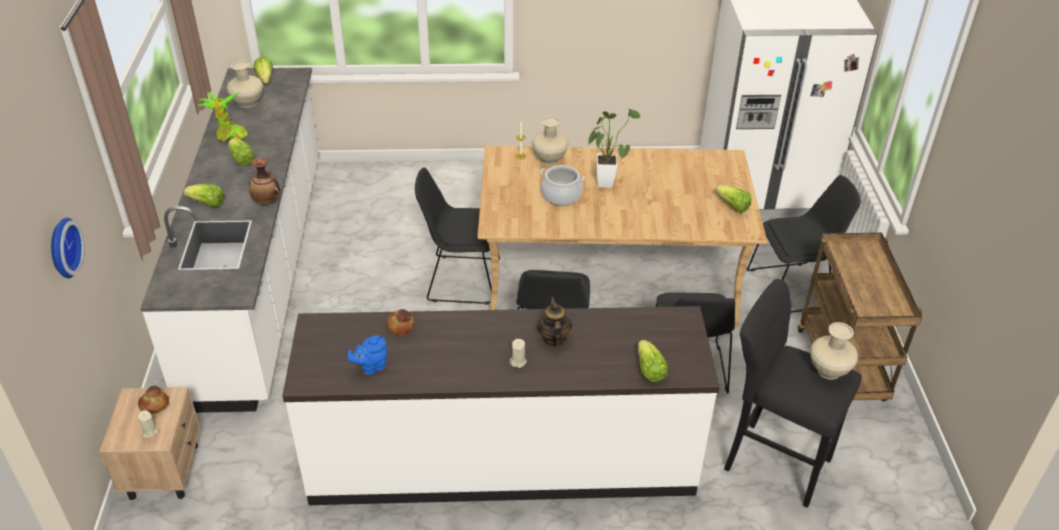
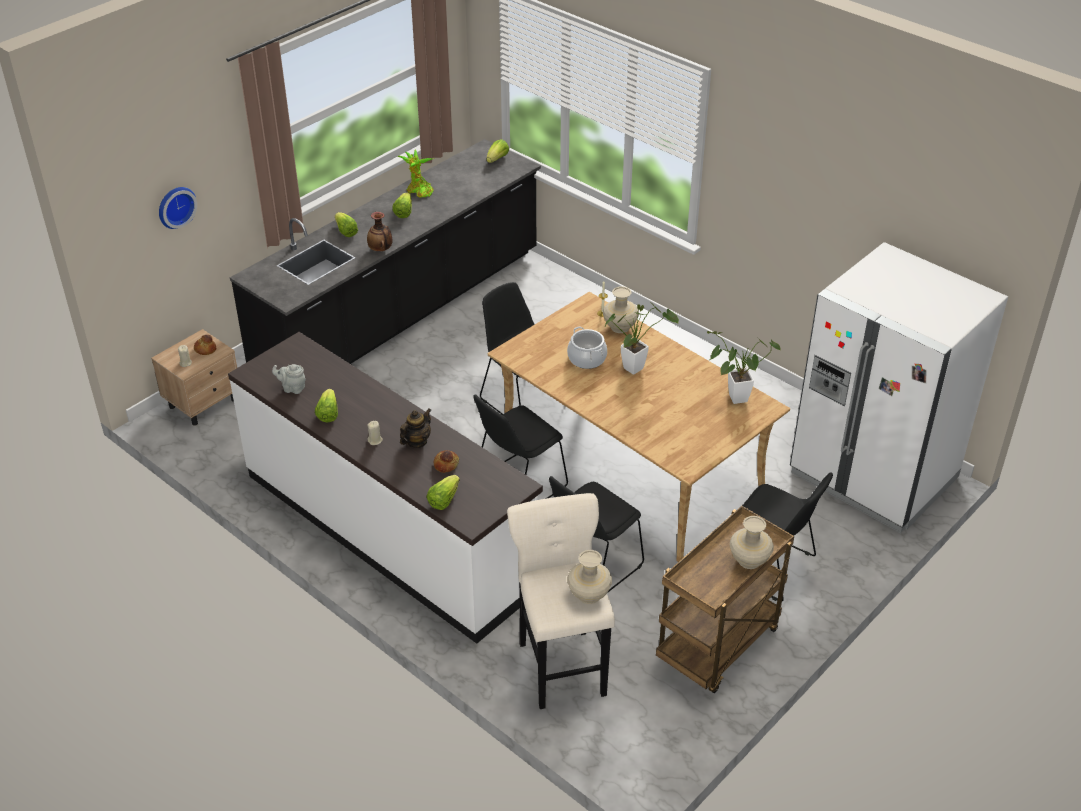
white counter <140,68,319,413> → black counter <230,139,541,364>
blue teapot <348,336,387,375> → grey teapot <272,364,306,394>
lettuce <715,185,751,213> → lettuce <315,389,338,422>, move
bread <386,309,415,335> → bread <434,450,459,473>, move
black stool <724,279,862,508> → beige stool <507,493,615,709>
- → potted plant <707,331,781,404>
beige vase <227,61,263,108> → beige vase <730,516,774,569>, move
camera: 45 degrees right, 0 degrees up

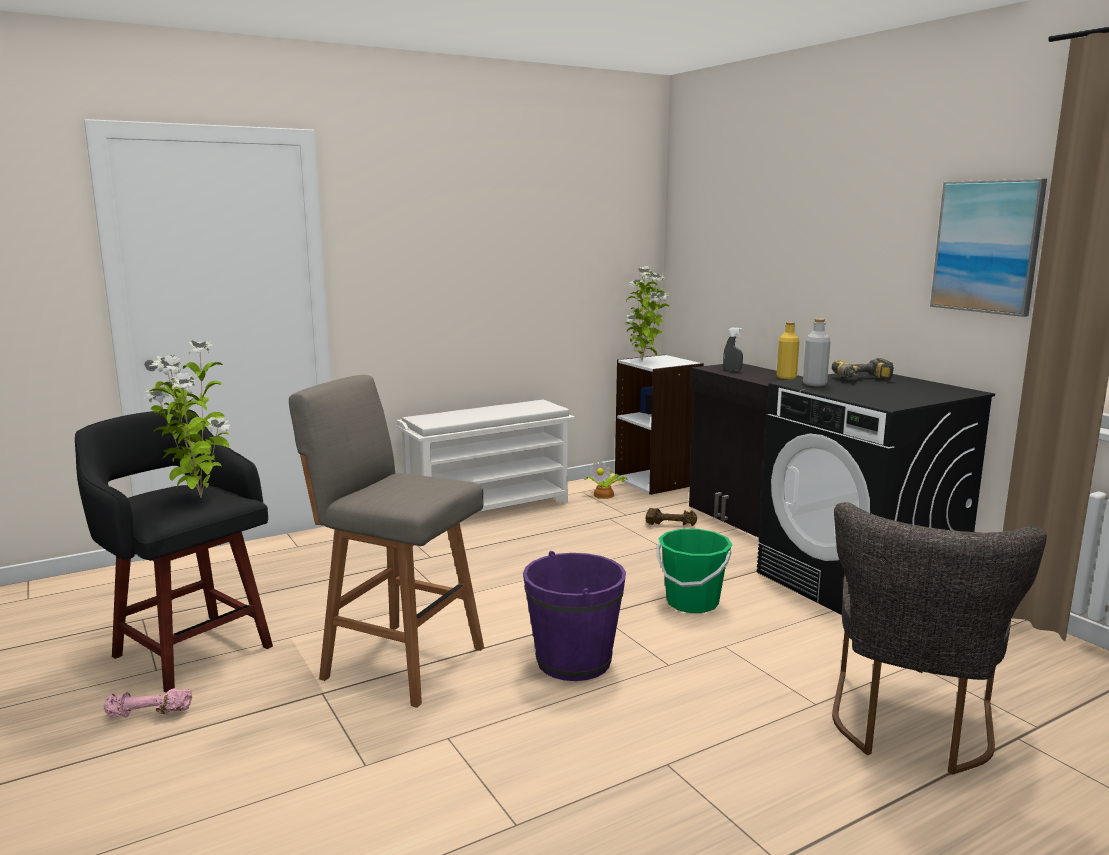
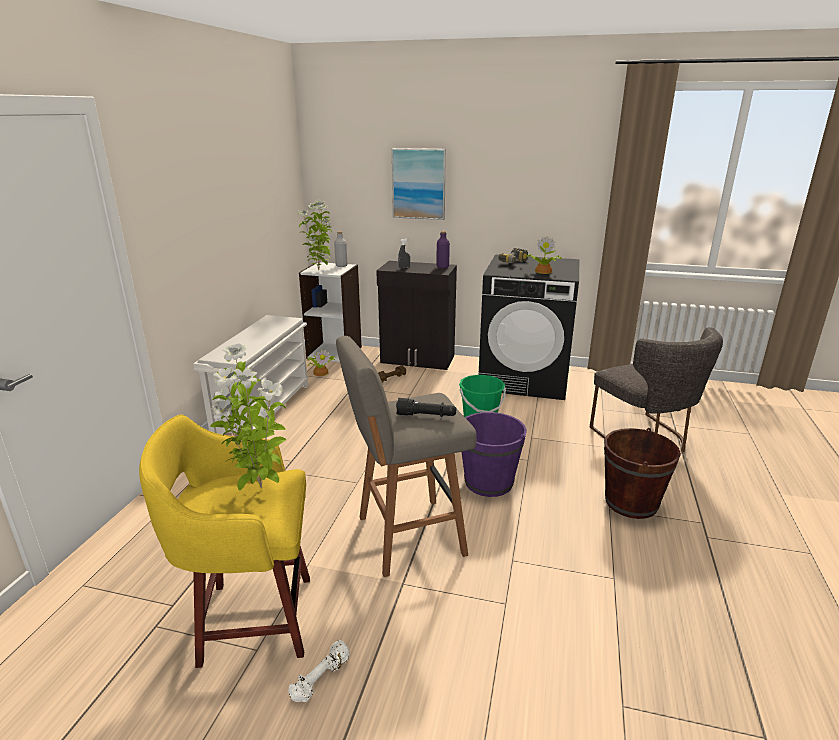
black stool <75,409,273,693> → yellow stool <139,415,310,668>
pink dumbbell <104,688,192,718> → white dumbbell <288,640,350,702>
grey bottle <803,318,831,386> → grey bottle <334,231,347,267>, move
picture <930,179,1047,317> → picture <392,148,446,220>, move
- → black flashlight <396,398,456,417>
yellow bottle <777,322,799,379> → purple bottle <436,231,450,268>
- → potted plant <526,236,562,274>
- → brown bucket <604,428,681,519>
camera: 45 degrees left, 10 degrees up

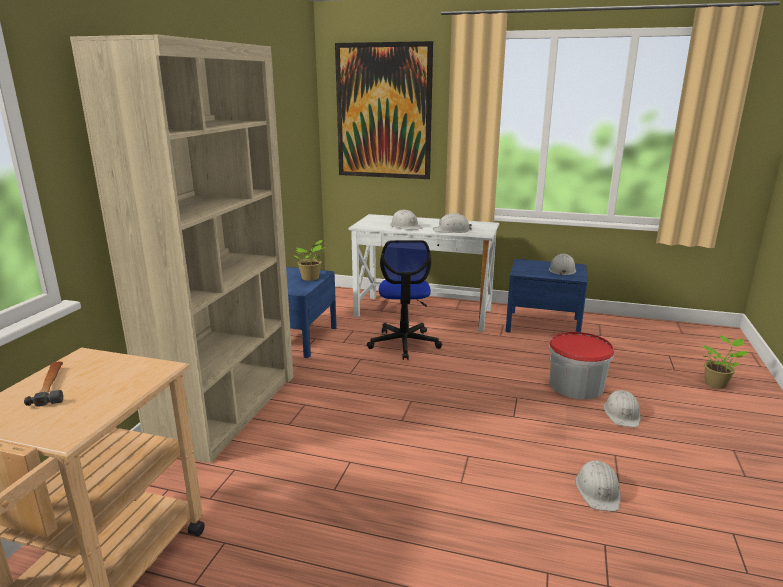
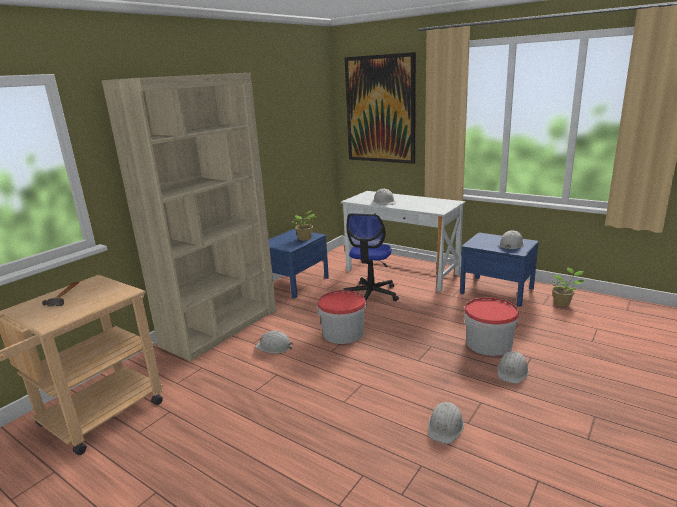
white hard hat <433,213,472,233> → white hard hat <255,331,293,354>, move
- → bucket <317,290,366,344>
potted plant <701,335,748,389> → potted plant <551,268,584,307>, move
camera: 20 degrees right, 0 degrees up

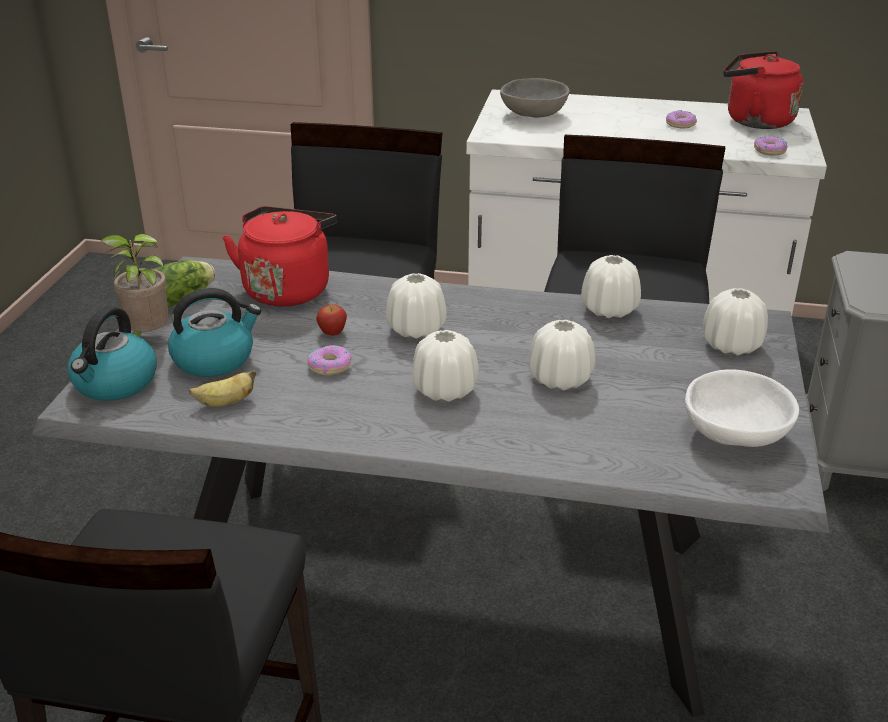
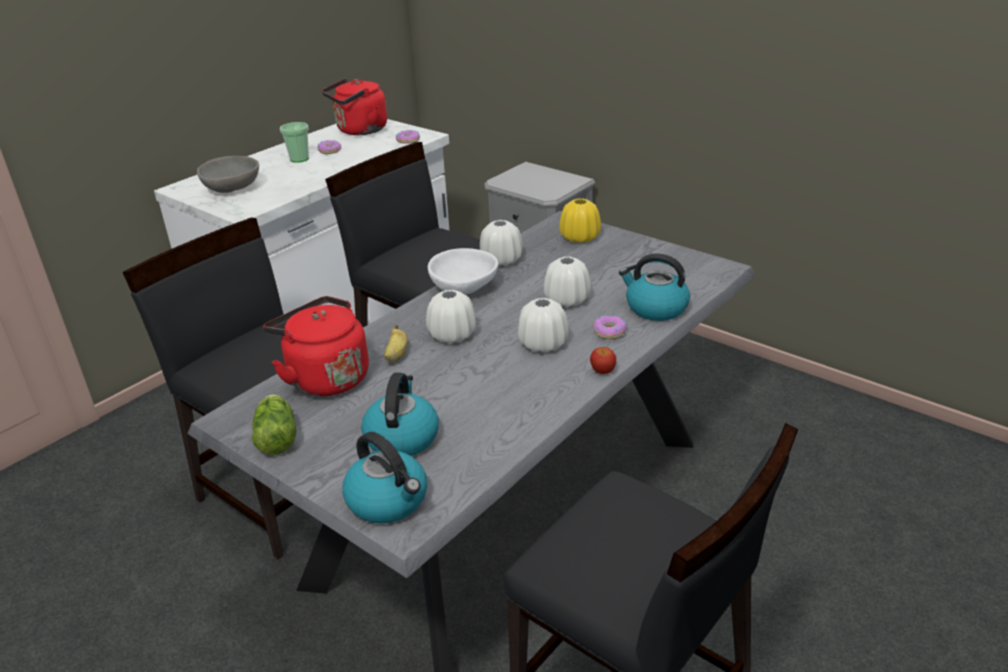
- → cup <280,122,309,163>
banana <189,370,256,407> → banana <384,325,408,362>, move
white bowl <685,369,799,447> → white bowl <428,248,498,295>, move
white vase <703,288,768,356> → yellow vase <559,198,601,243>
apple <316,304,347,336> → apple <590,347,616,374>, move
donut <307,345,352,376> → donut <594,315,627,339>, move
- → kettle <619,253,690,321>
potted plant <101,234,169,337> → -
camera: 60 degrees left, 0 degrees up

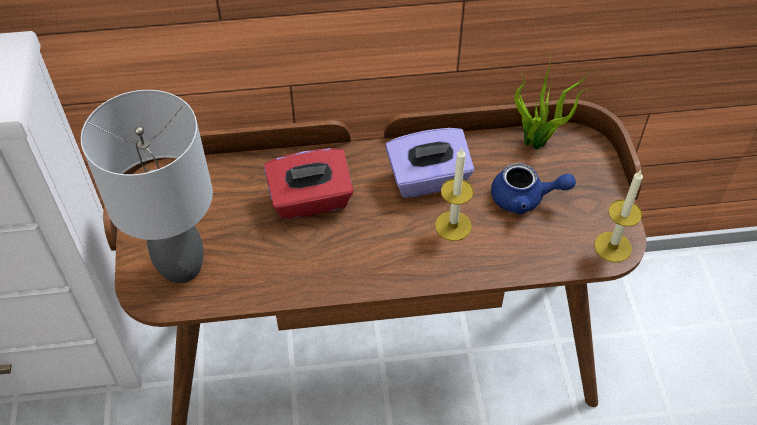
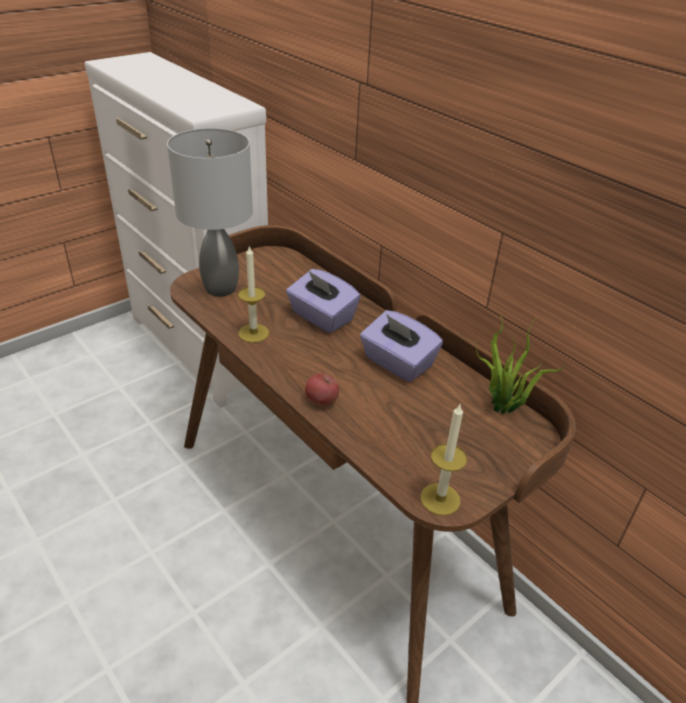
candle <435,148,474,241> → candle <238,246,269,343>, move
red tissue box <264,148,354,220> → purple tissue box <286,269,361,333>
- → apple <305,373,339,406>
blue teapot <491,163,576,214> → -
camera: 55 degrees right, 15 degrees down

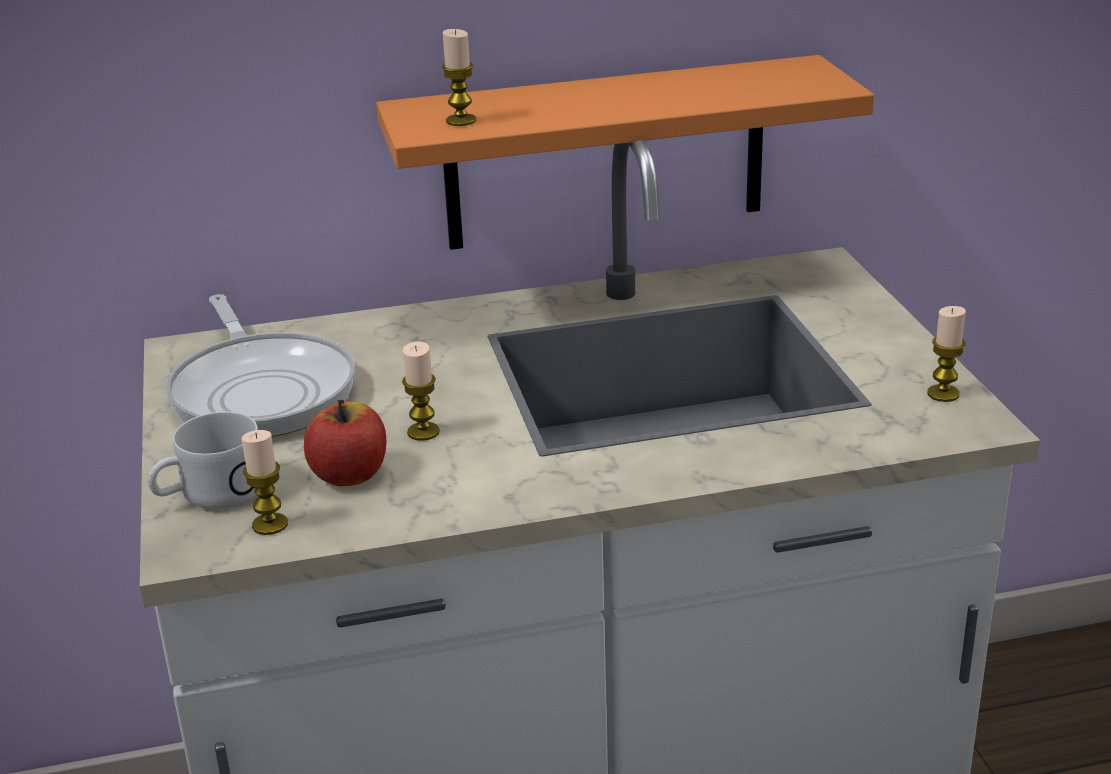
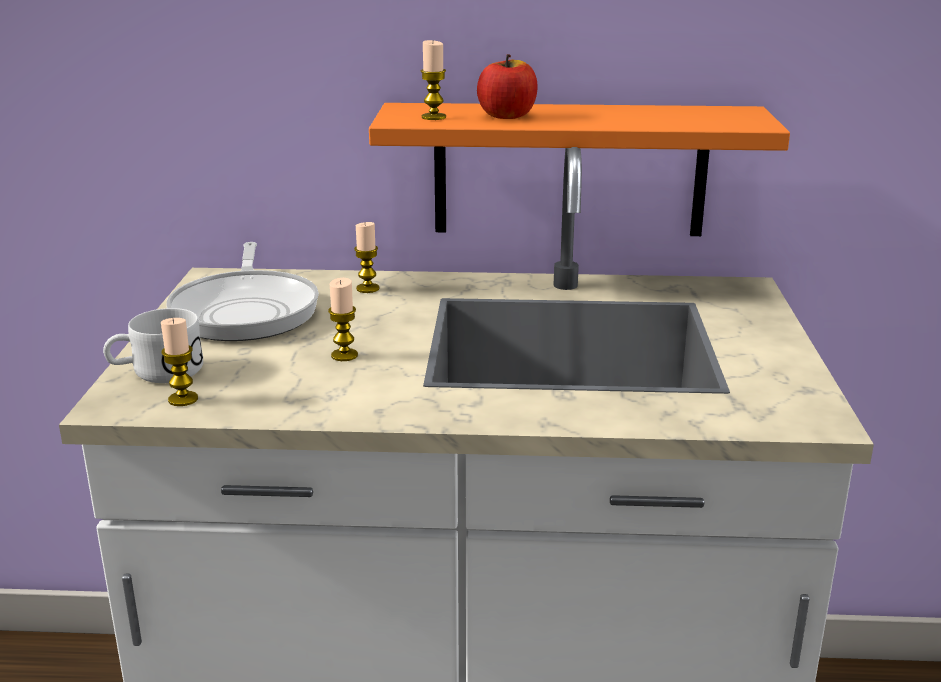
candle <927,306,966,402> → candle <354,222,379,293>, move
apple <304,400,386,486> → apple <477,54,538,119>, move
camera: 15 degrees right, 5 degrees down

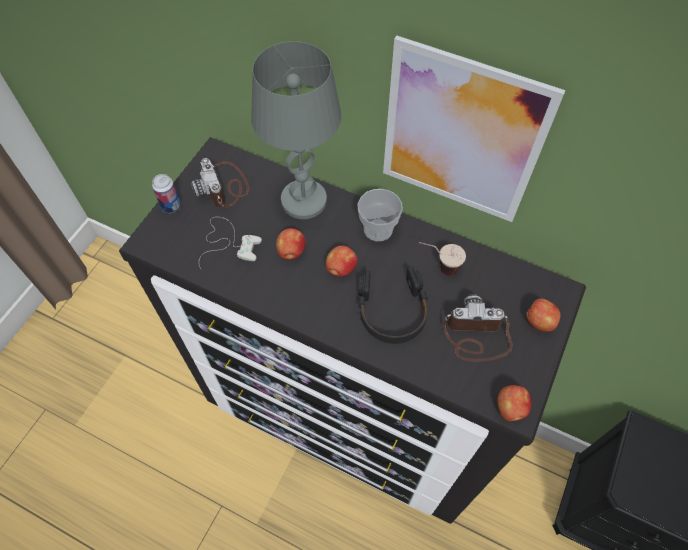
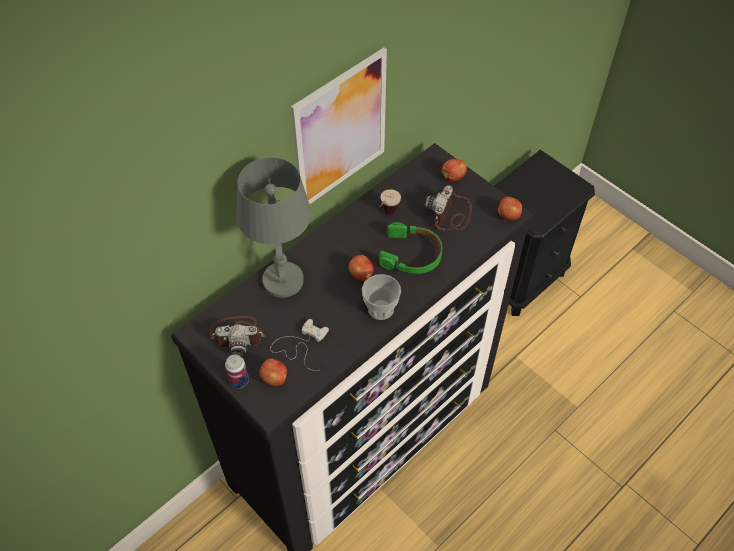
apple <276,228,306,260> → apple <260,358,287,386>, move
cup <357,189,403,241> → cup <362,274,401,320>, move
black headphones <358,267,428,344> → green headphones <379,222,442,274>
camera: 70 degrees left, 5 degrees down

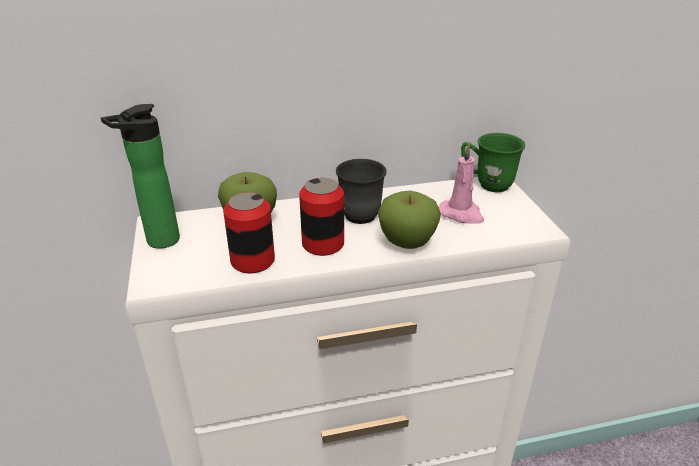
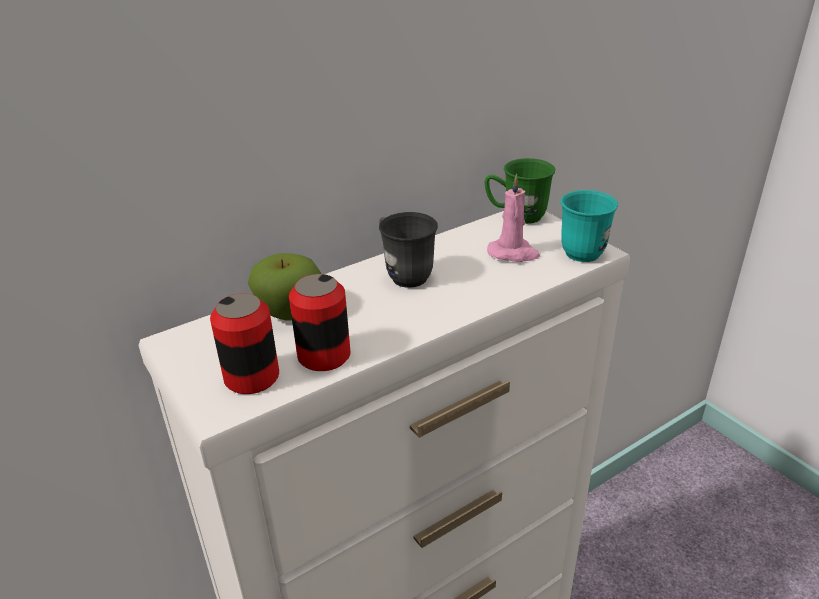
can <299,178,344,256> → can <210,293,279,394>, move
- → turquoise mug <561,190,618,262>
bottle <101,104,180,249> → -
apple <378,191,441,249> → -
camera: 20 degrees left, 0 degrees up

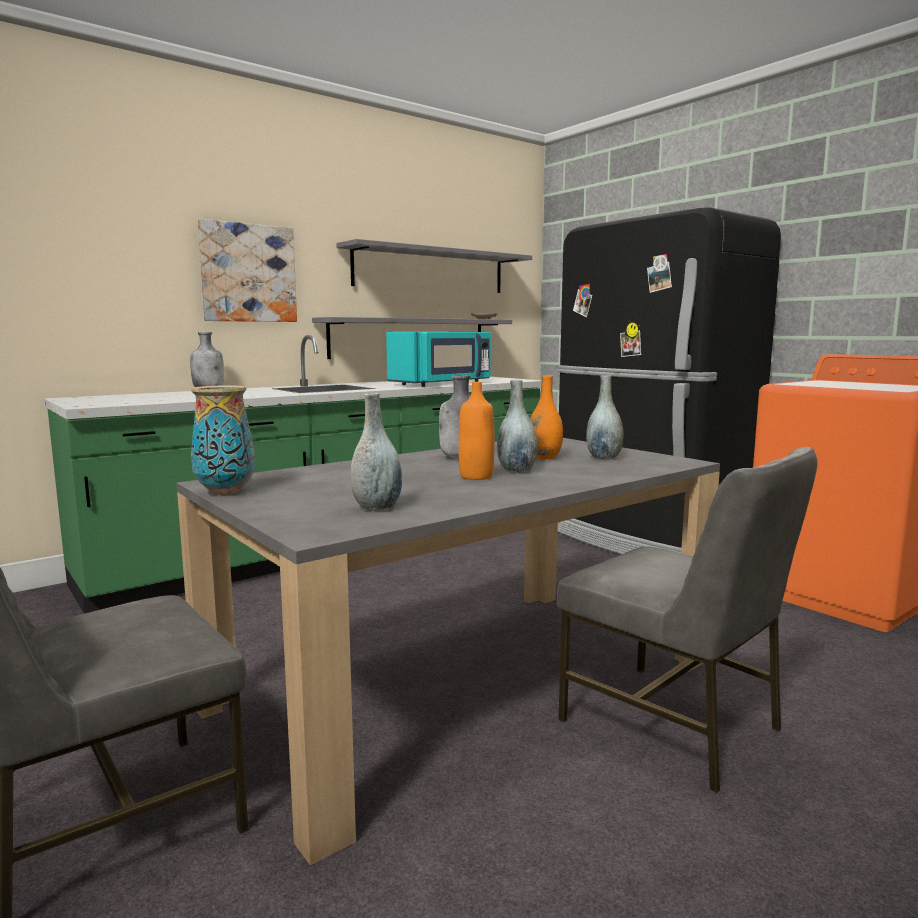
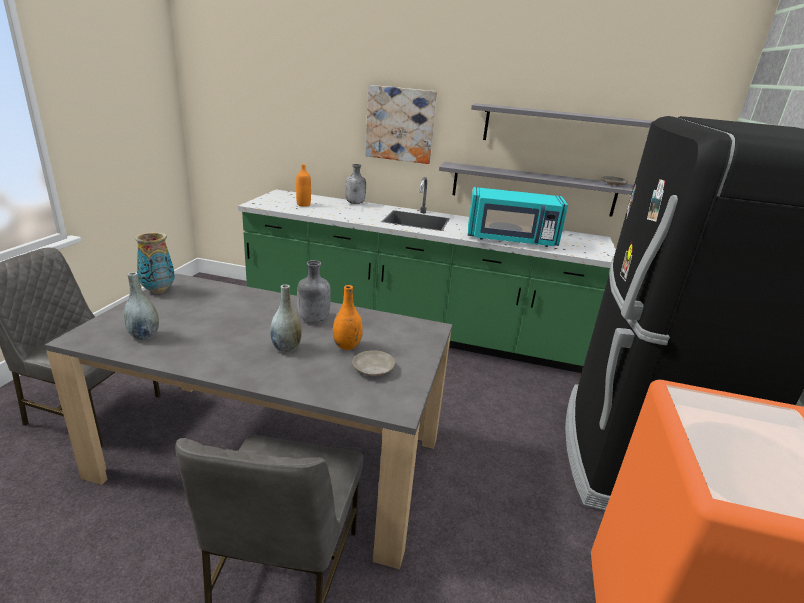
orange bottle <459,382,495,480> → orange bottle <296,164,311,207>, move
grey vase <586,375,624,460> → beige plate <353,351,395,376>
camera: 50 degrees right, 15 degrees up

